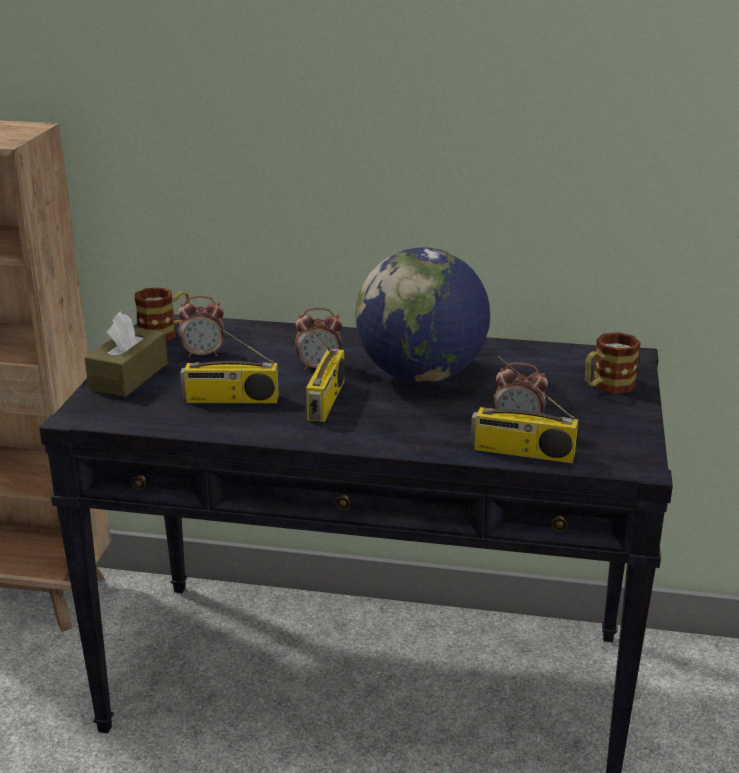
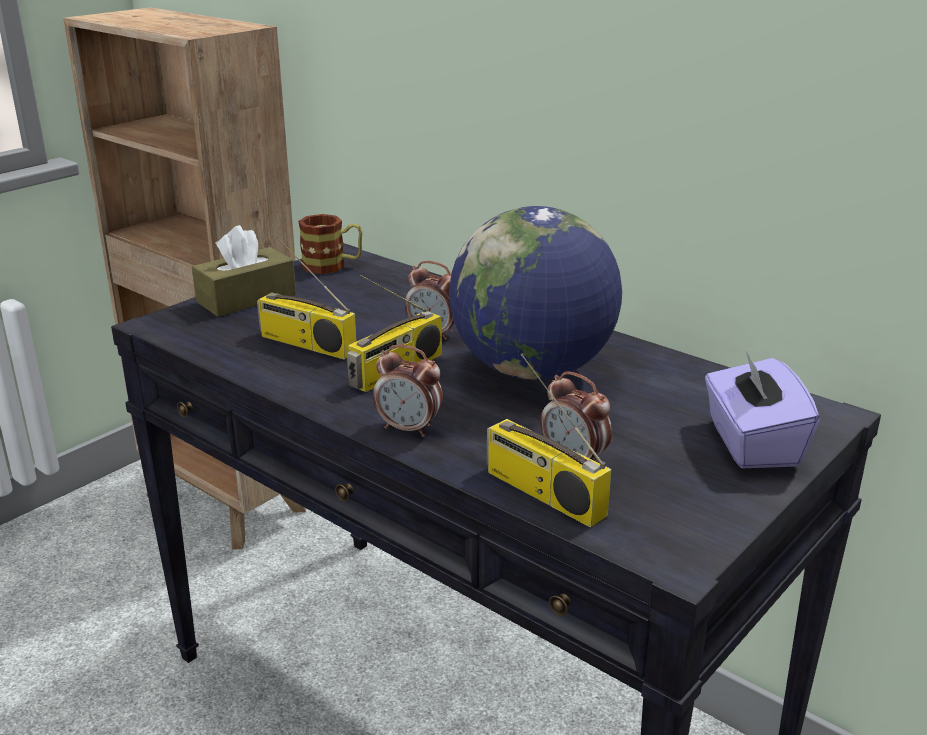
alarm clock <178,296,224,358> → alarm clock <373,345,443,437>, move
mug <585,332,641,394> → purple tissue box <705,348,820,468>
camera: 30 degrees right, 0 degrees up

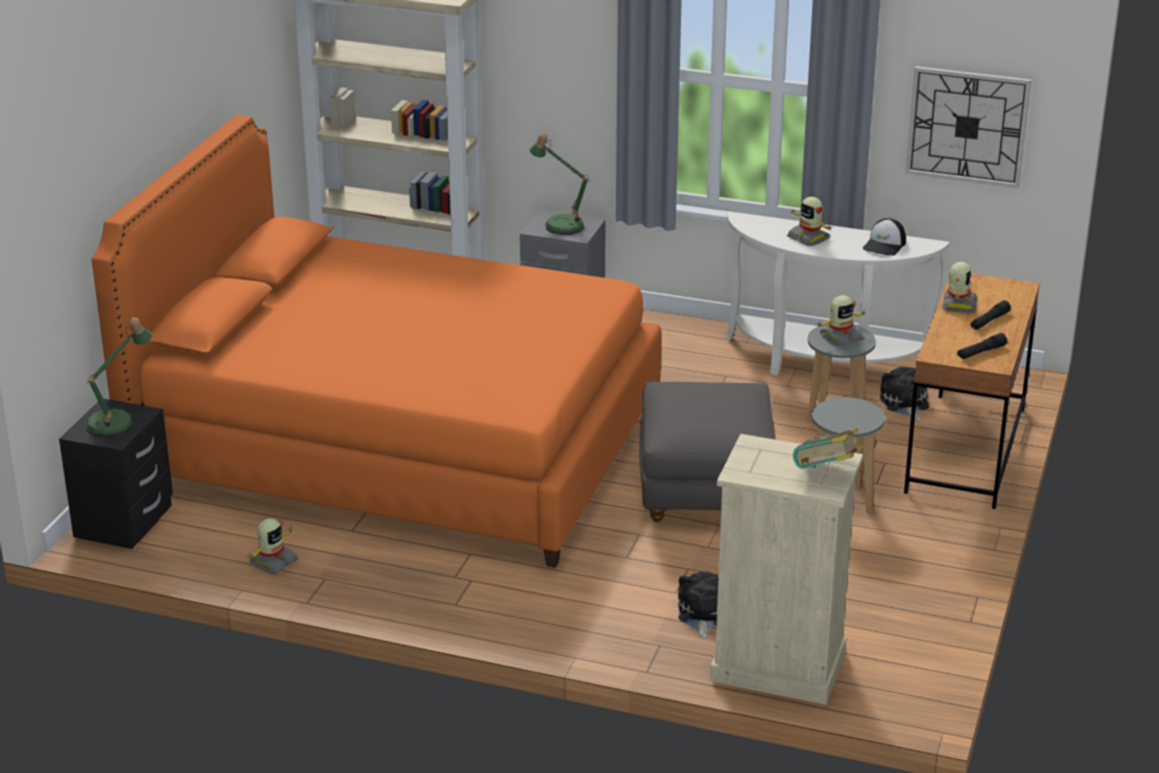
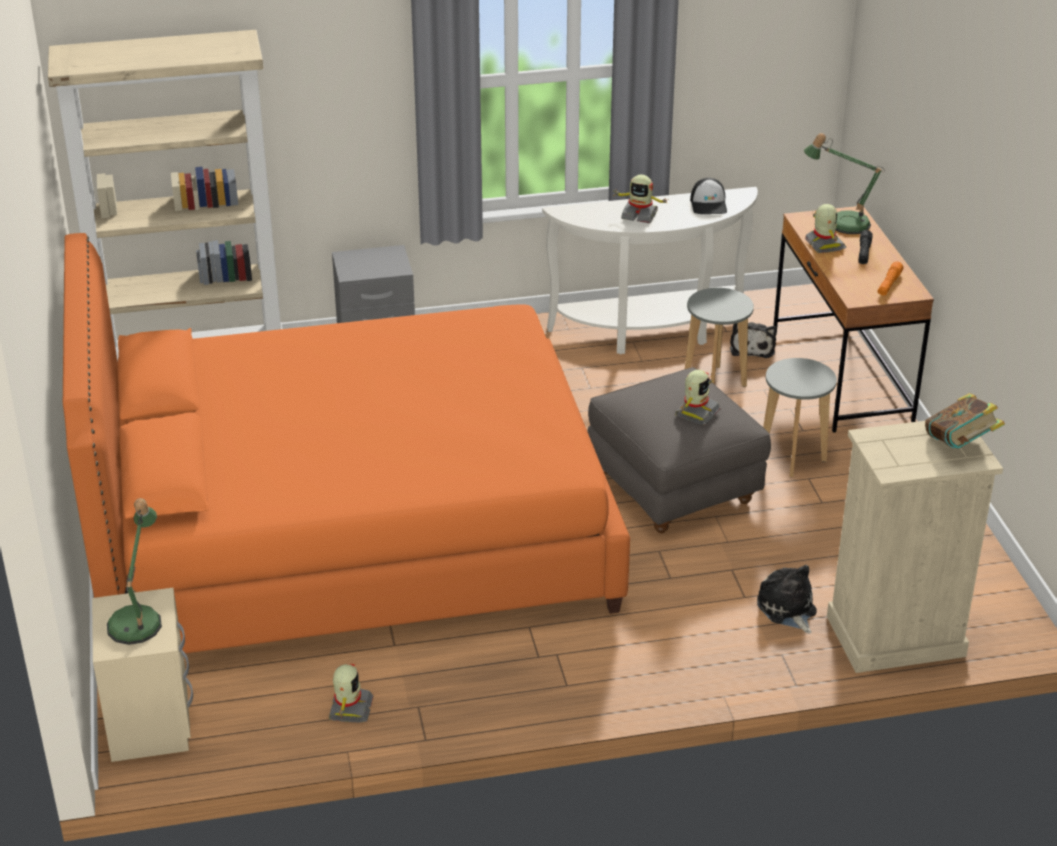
black nightstand <59,398,173,549> → beige nightstand <92,588,193,762>
toy robot <817,295,867,346> → toy robot <675,370,721,425>, move
plush toy <880,367,929,420> → plush toy <730,322,777,358>, 135 degrees counterclockwise
table lamp <530,133,590,235> → table lamp <804,133,885,234>, move
black flashlight <957,333,1007,359> → orange flashlight <878,261,904,295>
wall clock <906,66,1031,188> → -
camera: 30 degrees left, 5 degrees up

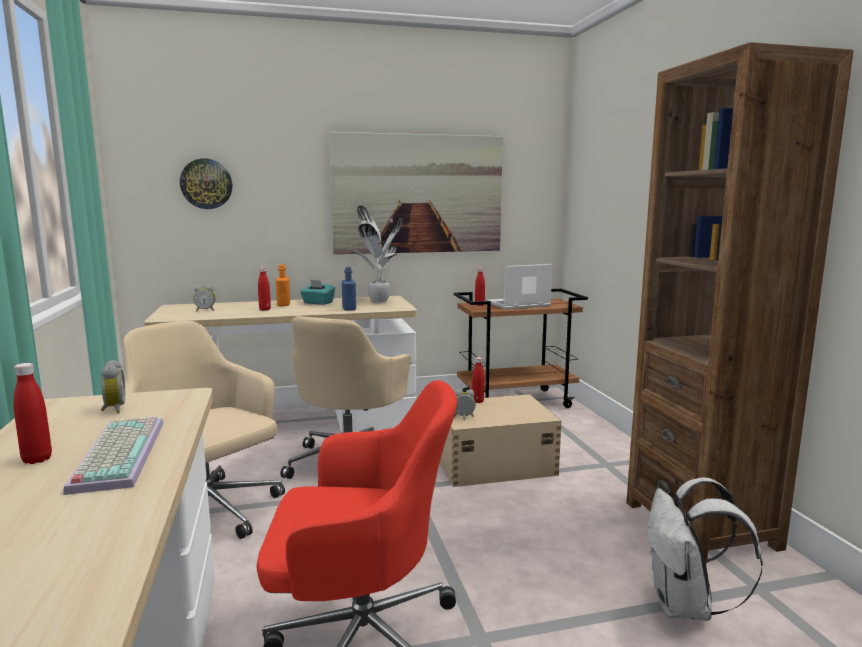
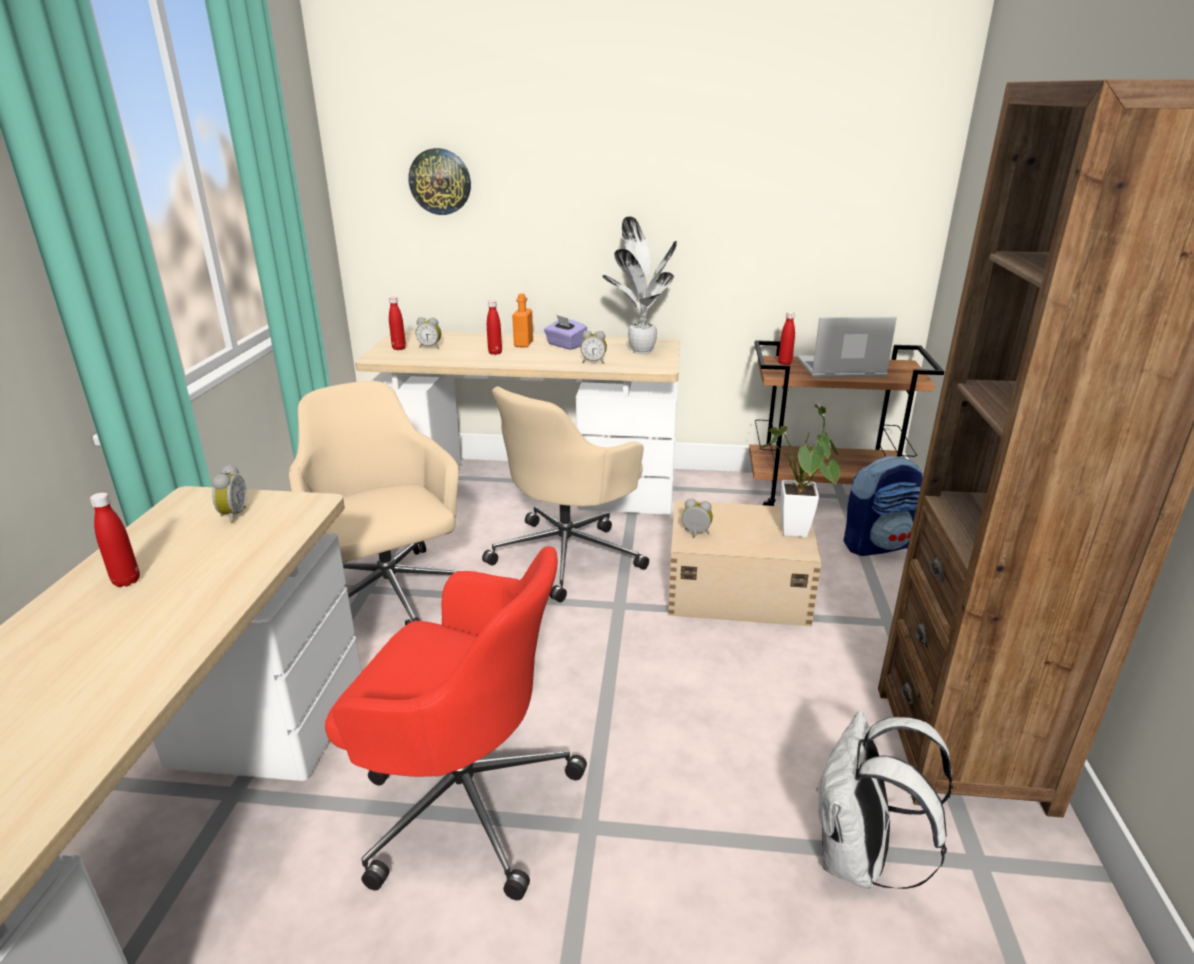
red bottle <472,357,484,403> → red bottle <389,297,406,350>, move
turquoise tissue box <300,280,335,305> → purple tissue box <544,315,587,350>
blue bottle <342,267,356,311> → alarm clock <581,330,607,364>
- → potted plant <754,404,840,537>
- → backpack <843,456,923,556>
keyboard <63,416,164,495> → -
picture <329,132,503,254> → -
camera: 20 degrees right, 15 degrees up

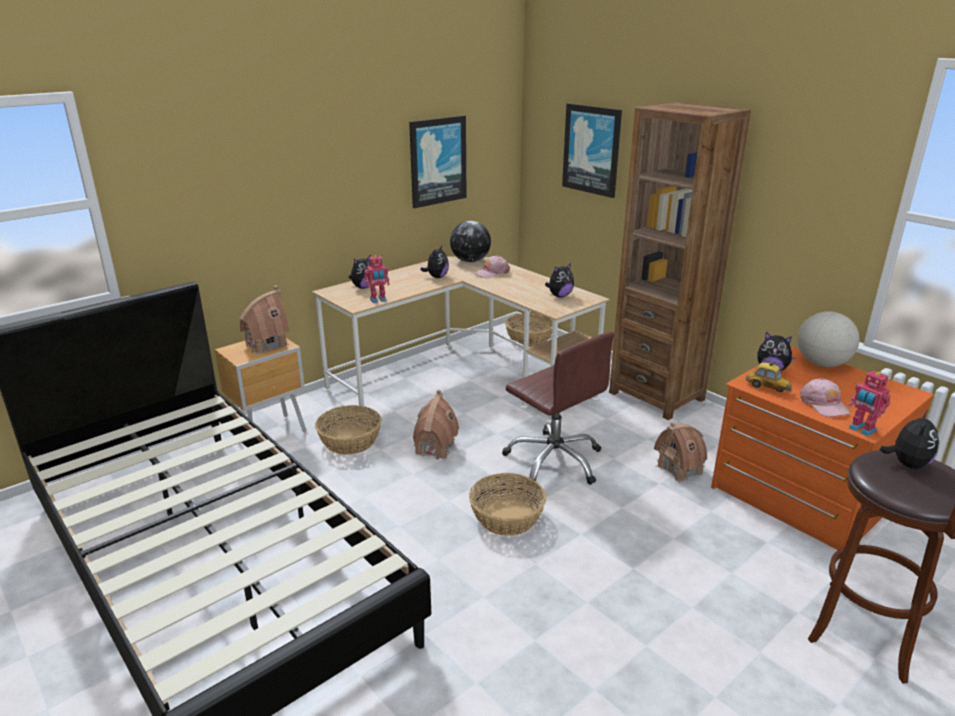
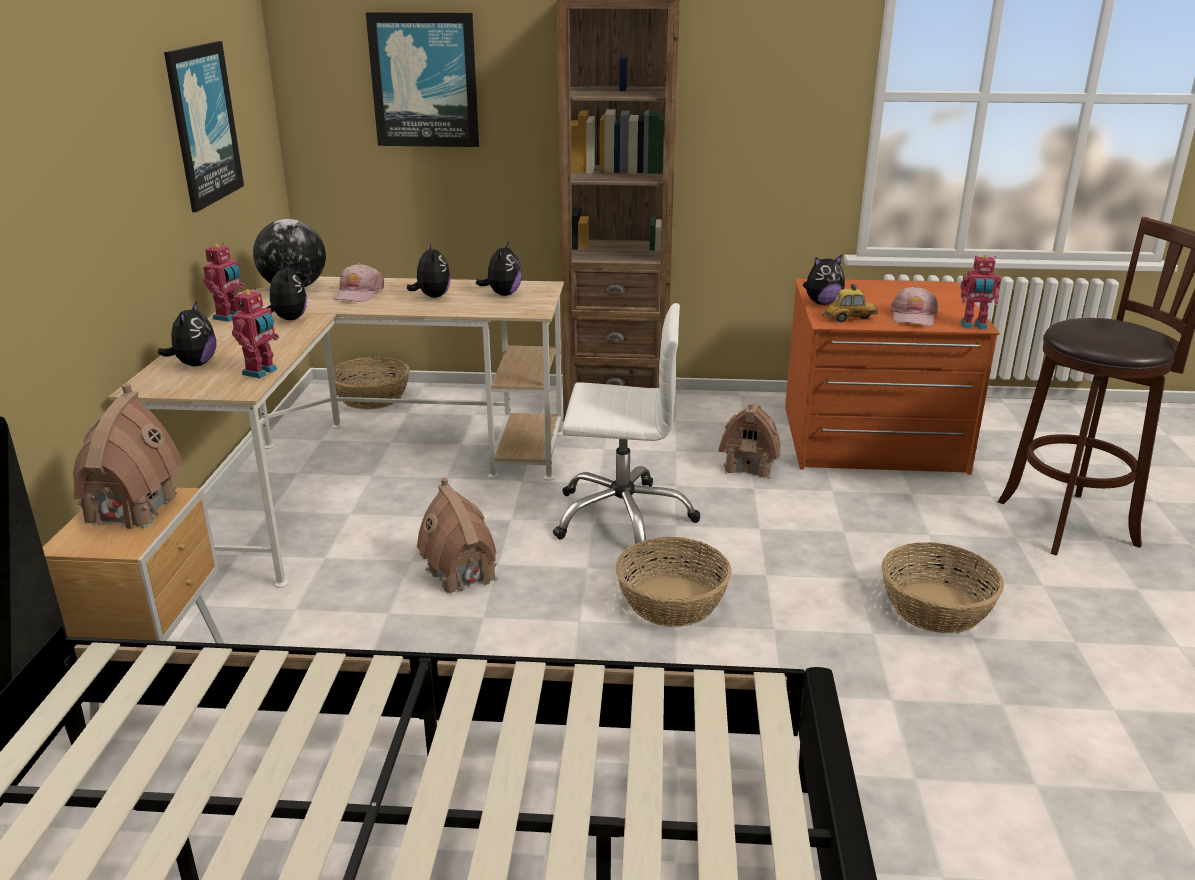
- → toy robot <203,243,245,322>
plush toy <880,410,939,469> → plush toy <407,243,451,298>, move
brown office chair <502,332,614,486> → white office chair <553,303,700,557>
basket <315,405,382,455> → basket <882,542,1004,633>, move
pink cap <800,378,851,417> → pink cap <891,286,938,326>, 75 degrees clockwise
globe <797,311,859,367> → -
camera: 45 degrees left, 0 degrees up

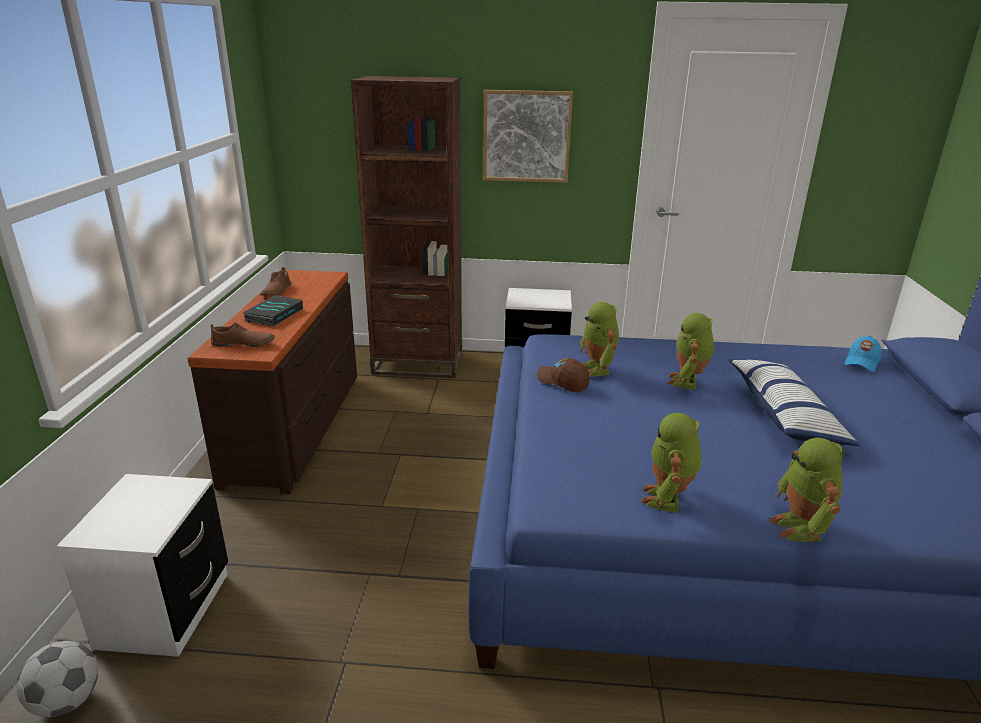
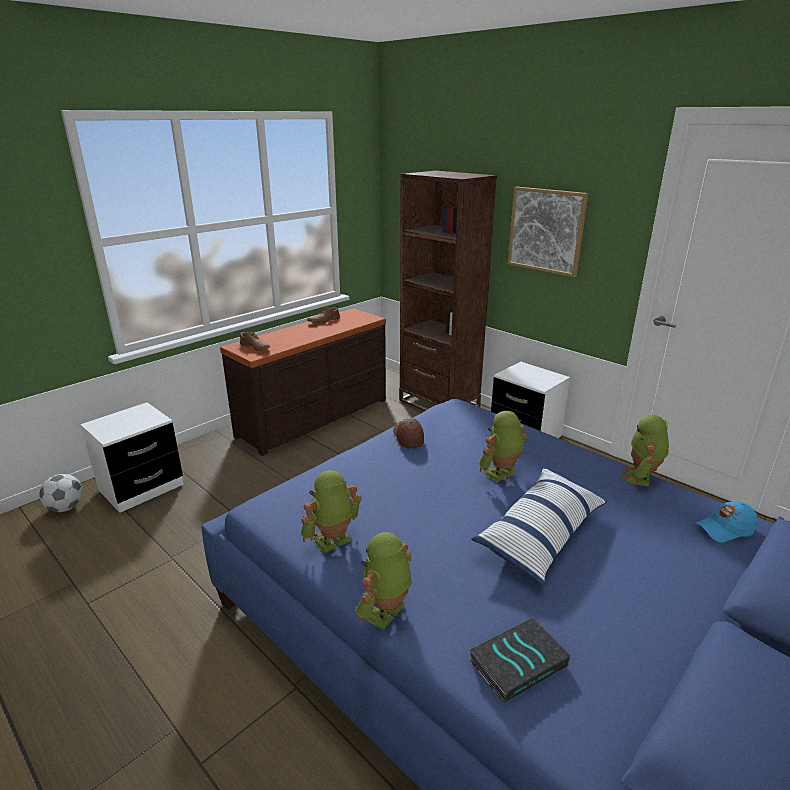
book <243,295,303,327> → book <469,617,570,703>, move
toy robot <580,302,619,377> → toy robot <622,415,669,487>, move
camera: 40 degrees right, 0 degrees up

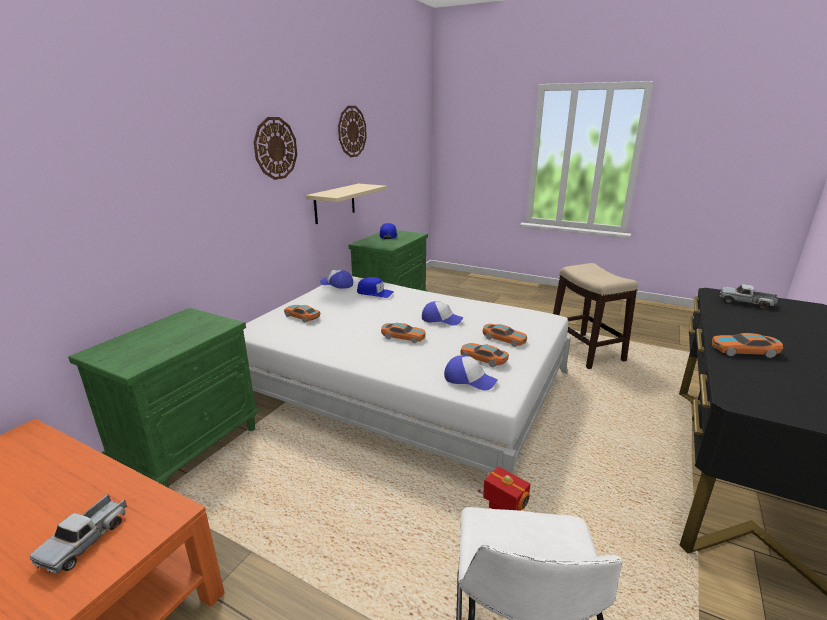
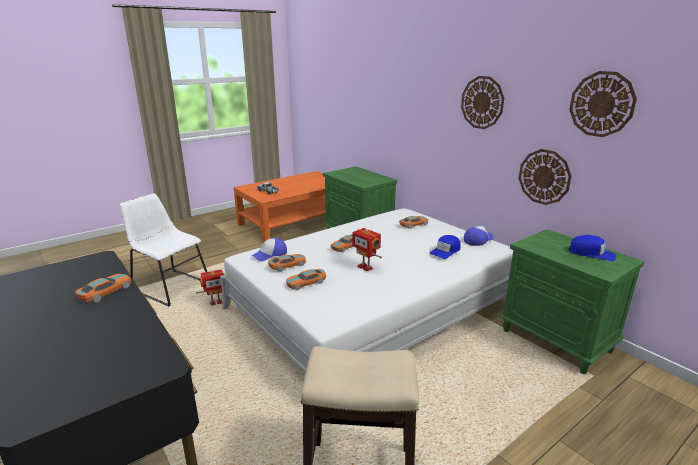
cap <422,301,463,325> → toy robot <352,228,382,271>
beige shelf <306,184,387,224> → wall clock <519,149,572,205>
toy truck <720,284,779,309> → -
camera: 115 degrees right, 0 degrees up

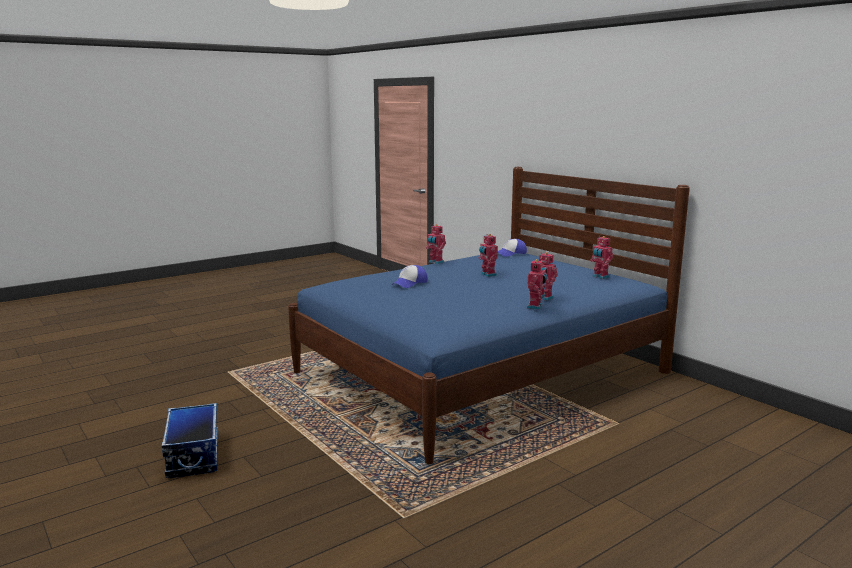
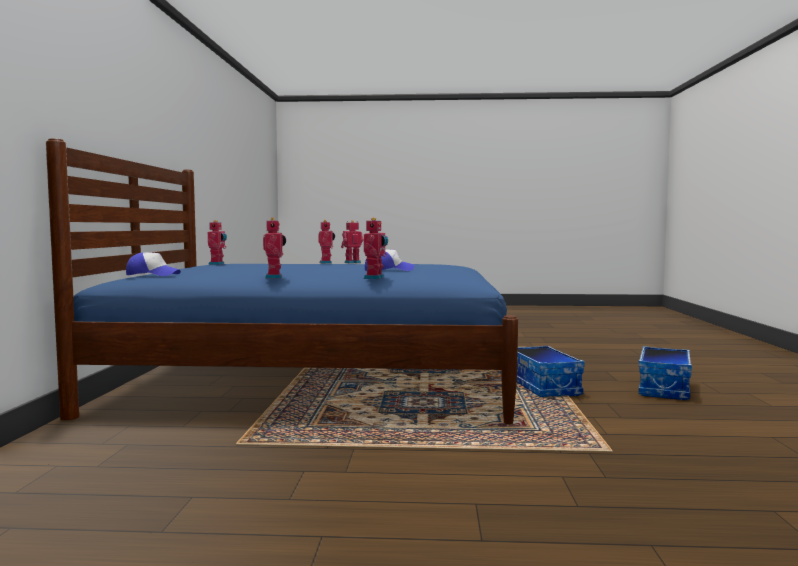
toy robot <479,234,498,277> → toy robot <364,217,388,279>, move
- → storage box <517,346,585,397>
camera: 140 degrees left, 10 degrees down

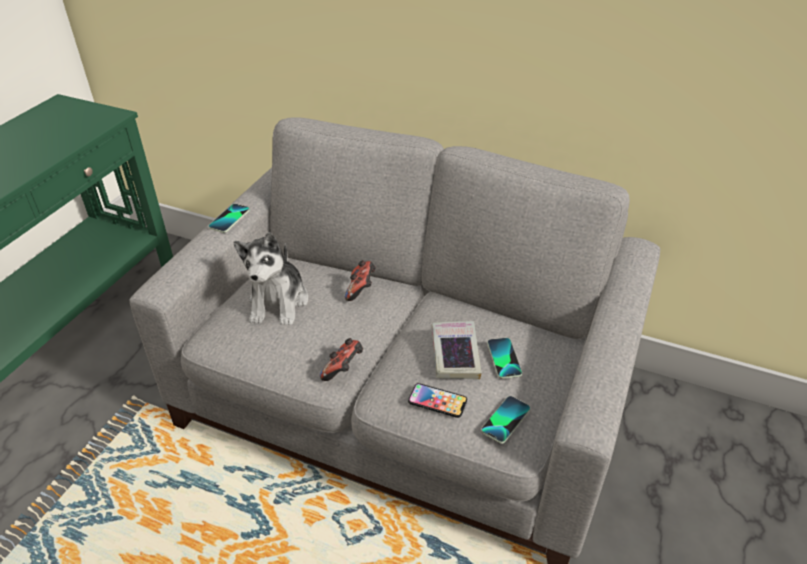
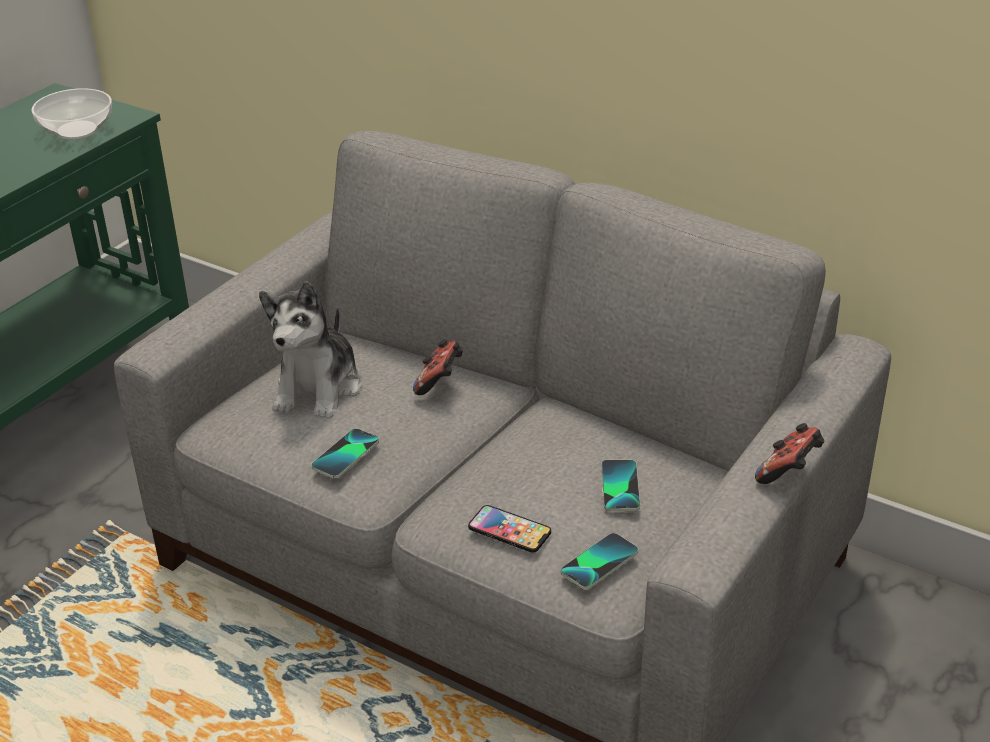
- → bowl <32,88,112,140>
phone <208,204,250,233> → phone <311,428,379,479>, move
game controller <320,338,363,381> → game controller <755,423,824,484>, move
book <431,321,482,380> → -
camera: 10 degrees right, 5 degrees down

